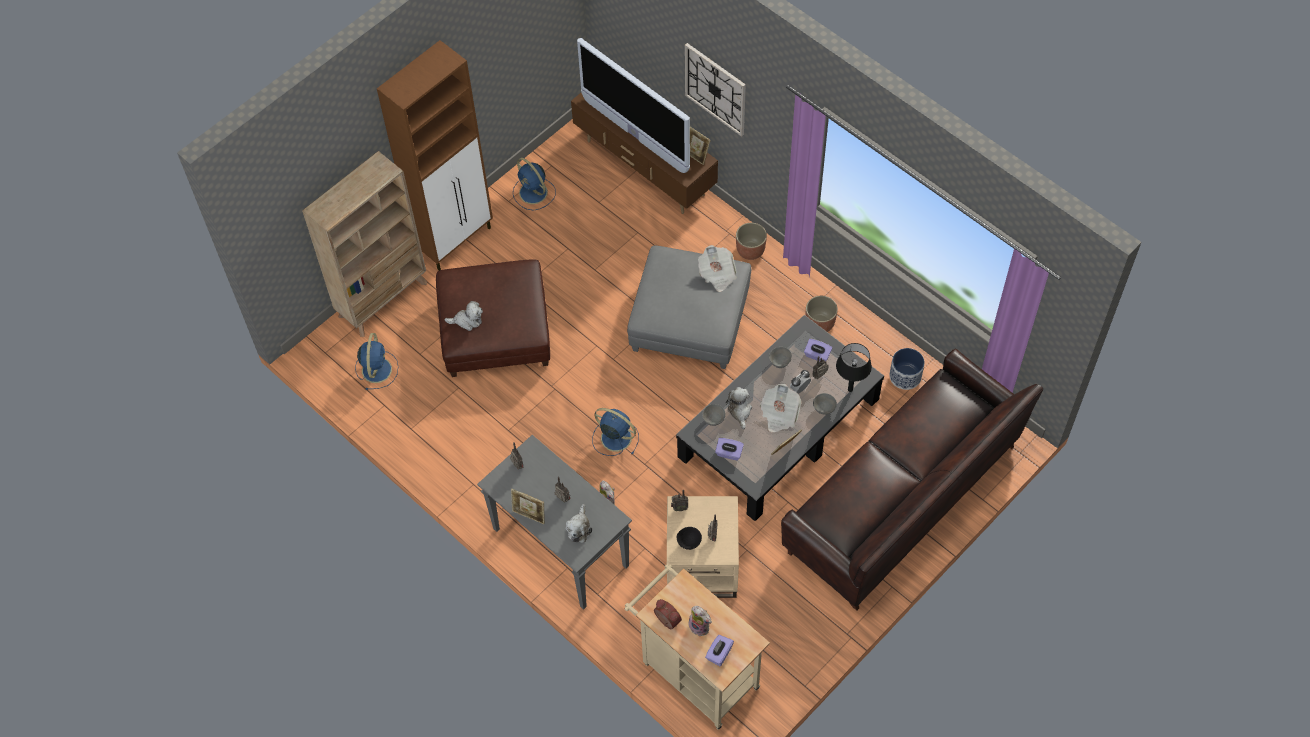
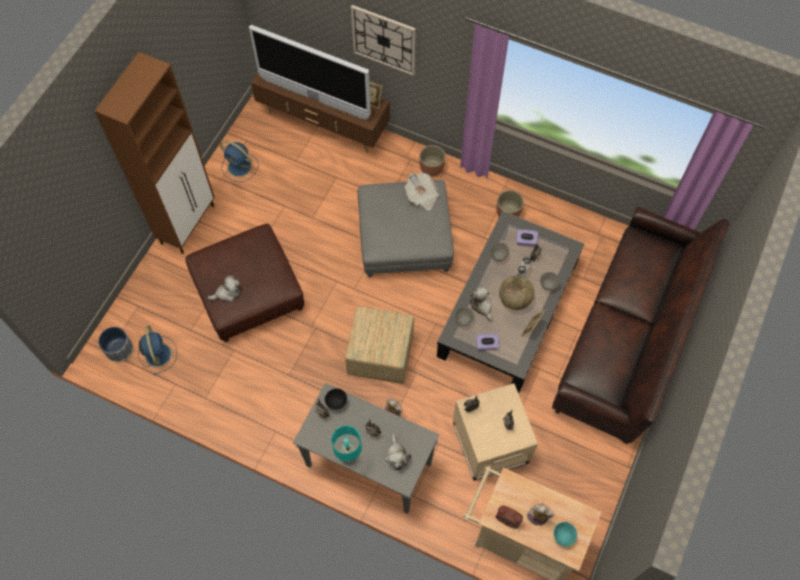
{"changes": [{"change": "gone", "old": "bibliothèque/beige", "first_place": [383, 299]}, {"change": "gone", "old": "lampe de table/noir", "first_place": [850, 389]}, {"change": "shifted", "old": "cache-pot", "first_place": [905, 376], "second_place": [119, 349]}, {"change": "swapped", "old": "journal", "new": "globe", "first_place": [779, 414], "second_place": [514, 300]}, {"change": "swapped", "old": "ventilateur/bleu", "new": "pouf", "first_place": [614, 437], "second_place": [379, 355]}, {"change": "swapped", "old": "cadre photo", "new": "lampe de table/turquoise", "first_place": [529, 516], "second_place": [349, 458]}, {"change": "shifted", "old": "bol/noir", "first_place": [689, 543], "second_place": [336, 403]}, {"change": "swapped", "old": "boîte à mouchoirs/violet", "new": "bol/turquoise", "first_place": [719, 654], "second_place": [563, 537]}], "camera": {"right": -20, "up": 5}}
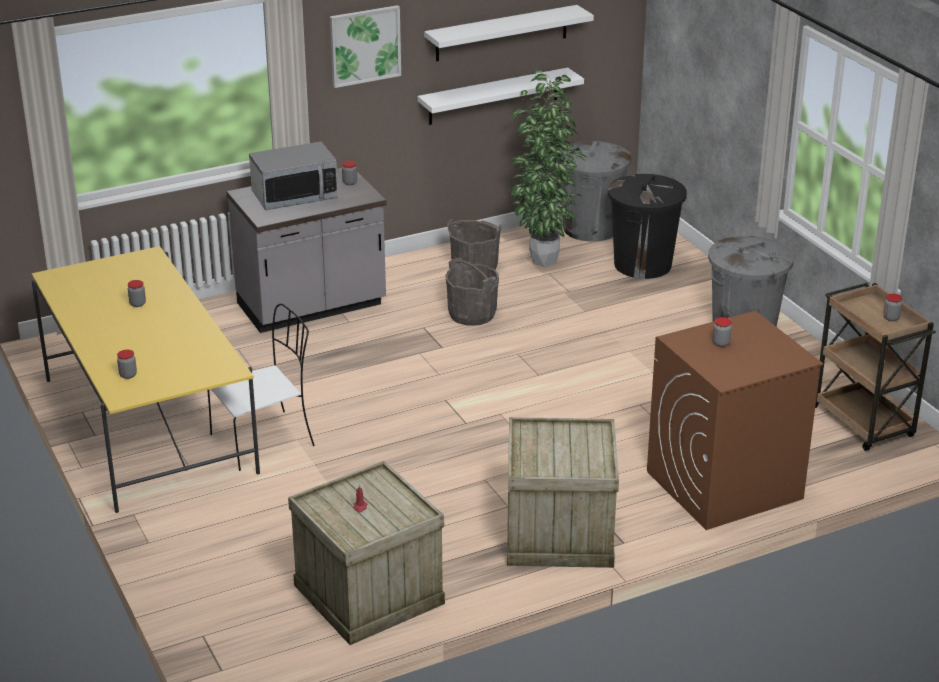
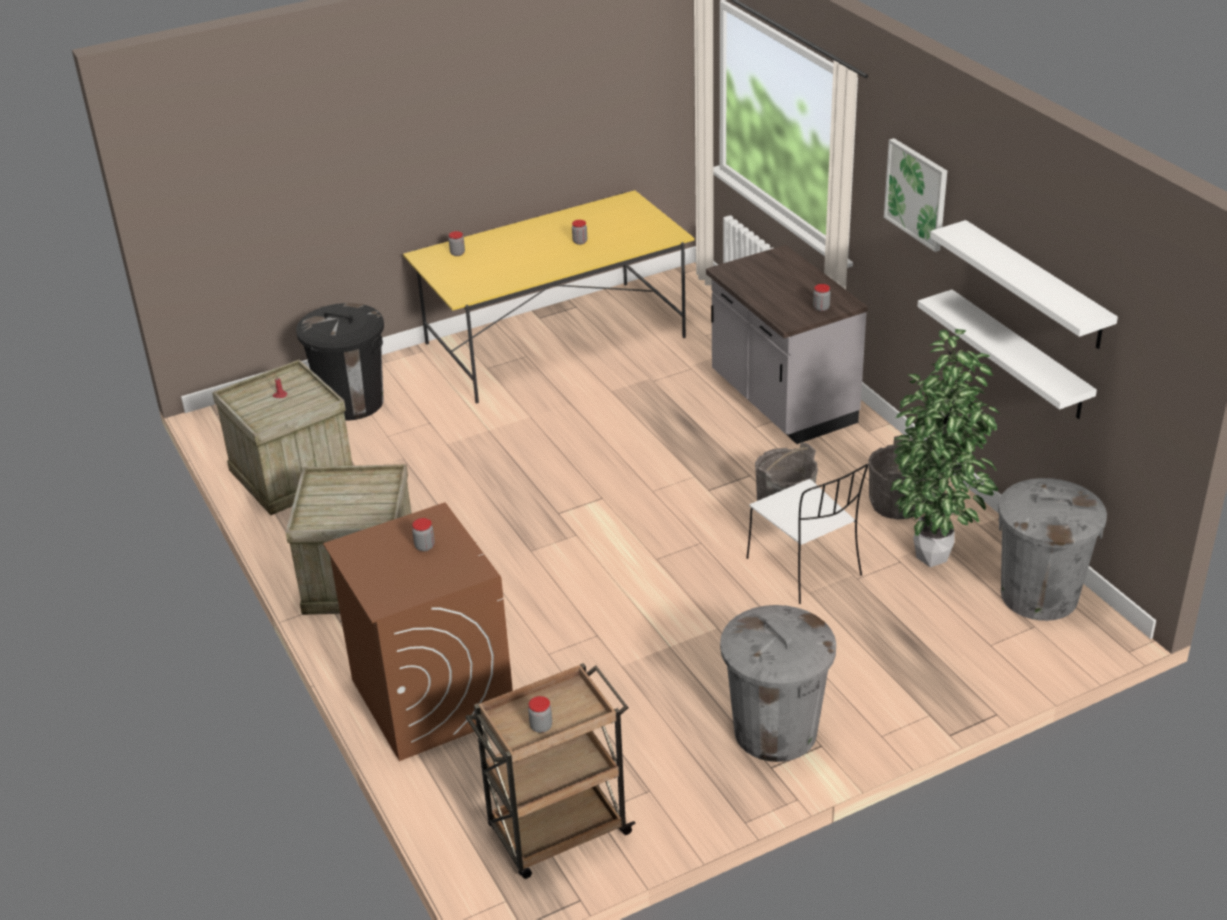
{"changes": [{"change": "gone", "old": "micro-ondes", "first_place": [294, 196]}, {"change": "shifted", "old": "poubelle/noir", "first_place": [643, 264], "second_place": [352, 403]}, {"change": "shifted", "old": "chaise/blanc", "first_place": [265, 440], "second_place": [806, 568]}], "camera": {"right": 90, "up": 5}}
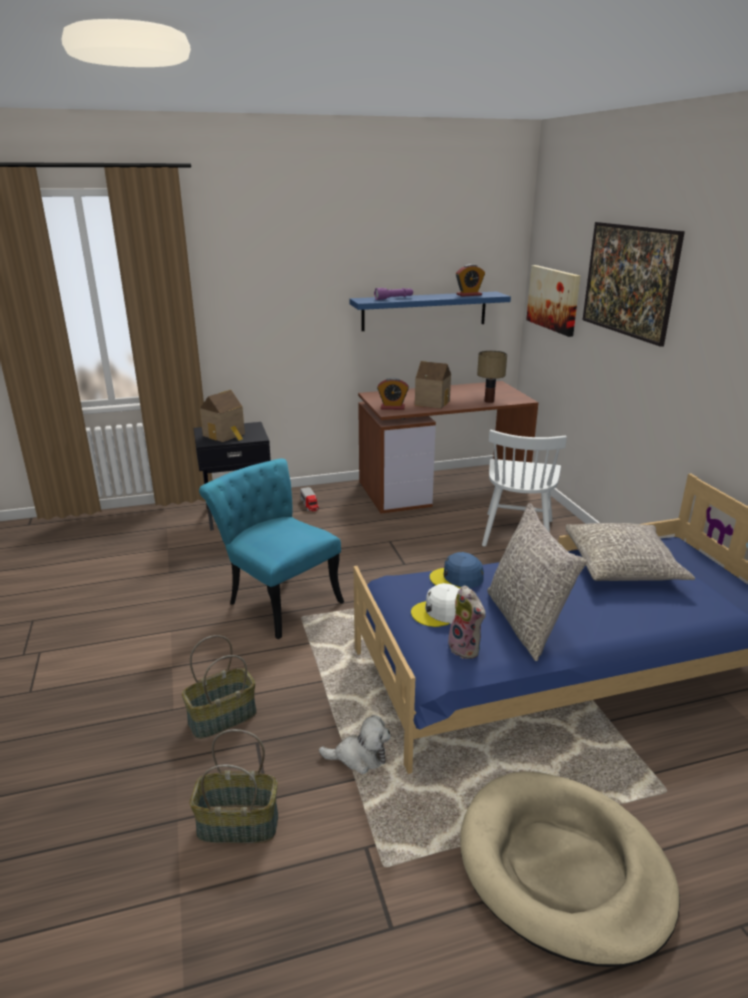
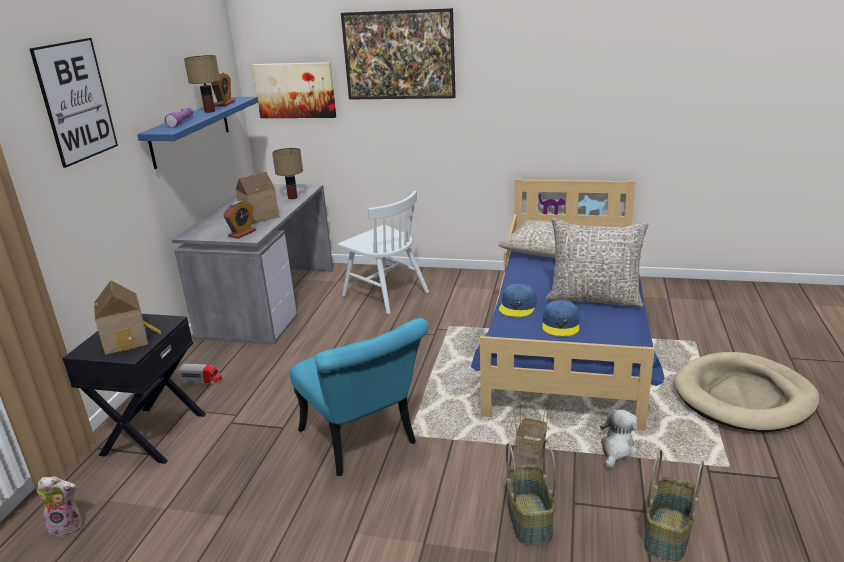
{"changes": [{"change": "repainted", "old": "bureau/marron", "new": "bureau/gris", "first_place": [442, 487], "second_place": [269, 301]}, {"change": "rotated", "old": "chaise/turquoise", "first_place": [277, 599], "second_place": [364, 443], "degrees": -105}, {"change": "repainted", "old": "casquette/blanc", "new": "casquette/bleu", "first_place": [440, 612], "second_place": [561, 324]}, {"change": "shifted", "old": "peluche", "first_place": [466, 648], "second_place": [68, 526]}, {"change": "new", "new": "tableau", "second_place": [76, 101]}, {"change": "new", "new": "lampe de table", "second_place": [209, 111]}, {"change": "new", "new": "panier", "second_place": [530, 446]}], "camera": {"right": -60, "up": 0}}
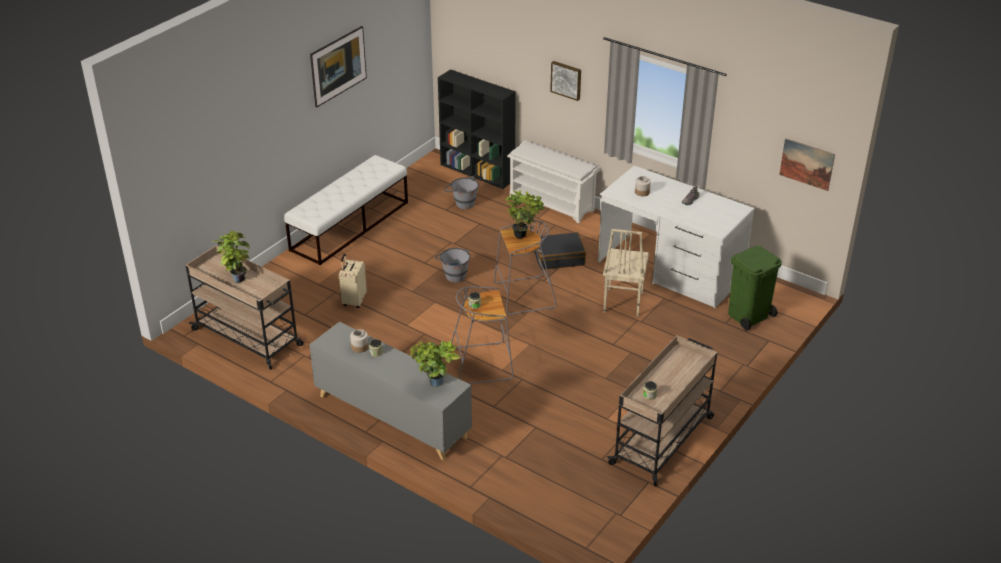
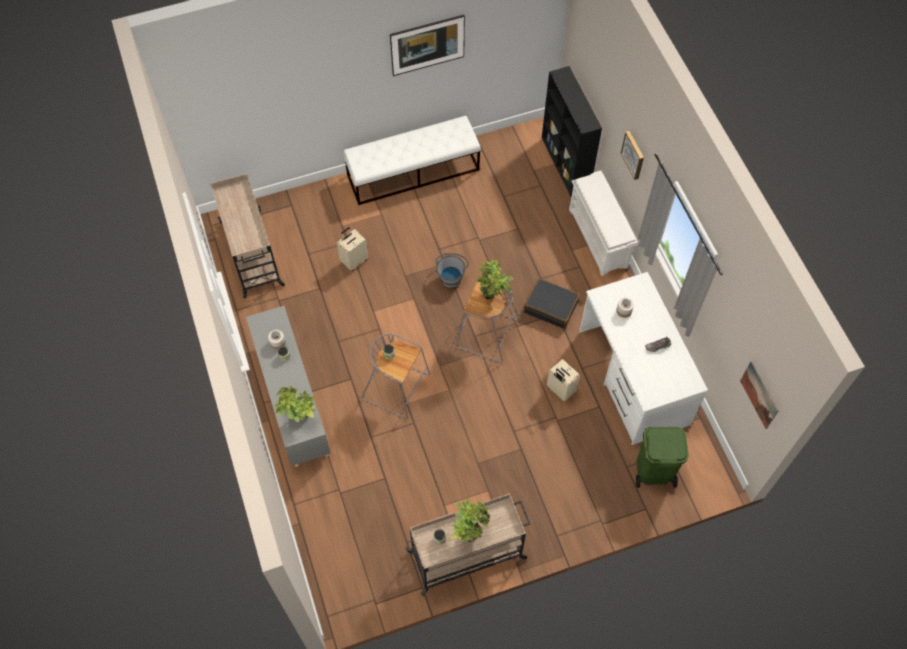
{"changes": [{"change": "gone", "old": "seau/gris", "first_place": [461, 203]}, {"change": "swapped", "old": "chaise/beige", "new": "valise/beige", "first_place": [622, 302], "second_place": [560, 390]}, {"change": "shifted", "old": "plante en pot", "first_place": [236, 278], "second_place": [469, 532]}], "camera": {"right": 35, "up": 25}}
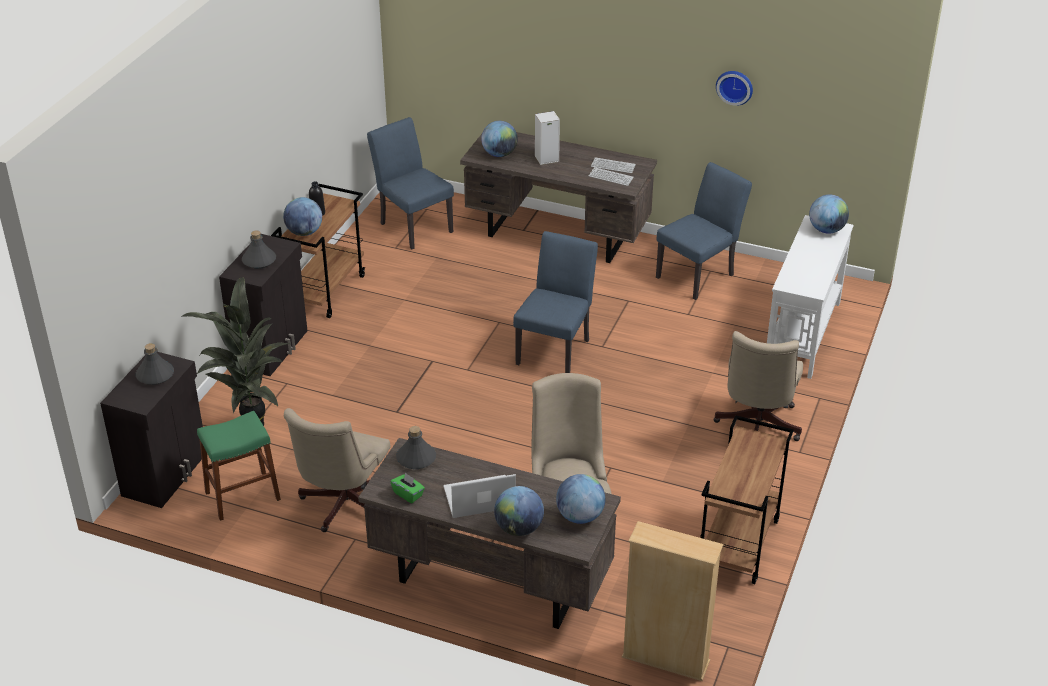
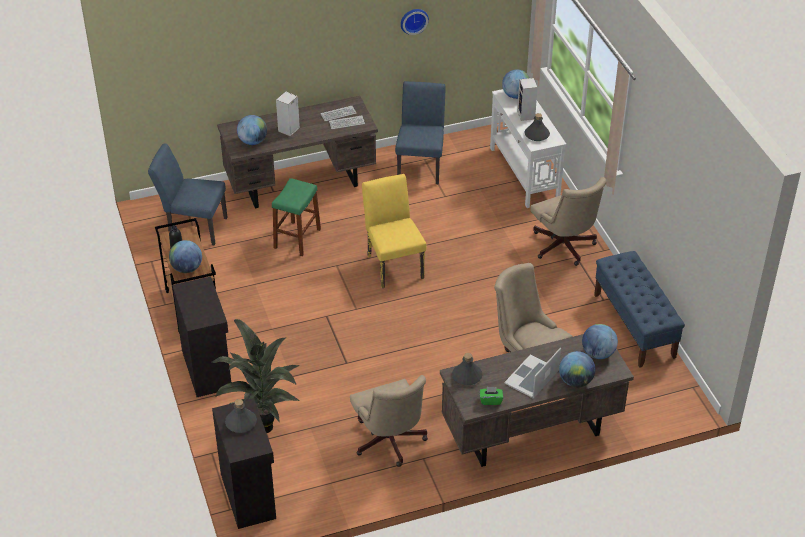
{"changes": [{"change": "shifted", "old": "bouteille/gris", "first_place": [259, 261], "second_place": [537, 135]}, {"change": "repainted", "old": "chaise/bleu", "new": "chaise/jaune", "first_place": [556, 348], "second_place": [393, 263]}, {"change": "shifted", "old": "tabouret/vert", "first_place": [242, 496], "second_place": [297, 238]}, {"change": "swapped", "old": "chariot/marron", "new": "banc/bleu", "first_place": [738, 545], "second_place": [634, 326]}, {"change": "gone", "old": "bibliothèque/beige", "first_place": [665, 659]}, {"change": "new", "new": "enceinte", "second_place": [526, 115]}], "camera": {"right": -40, "up": 5}}
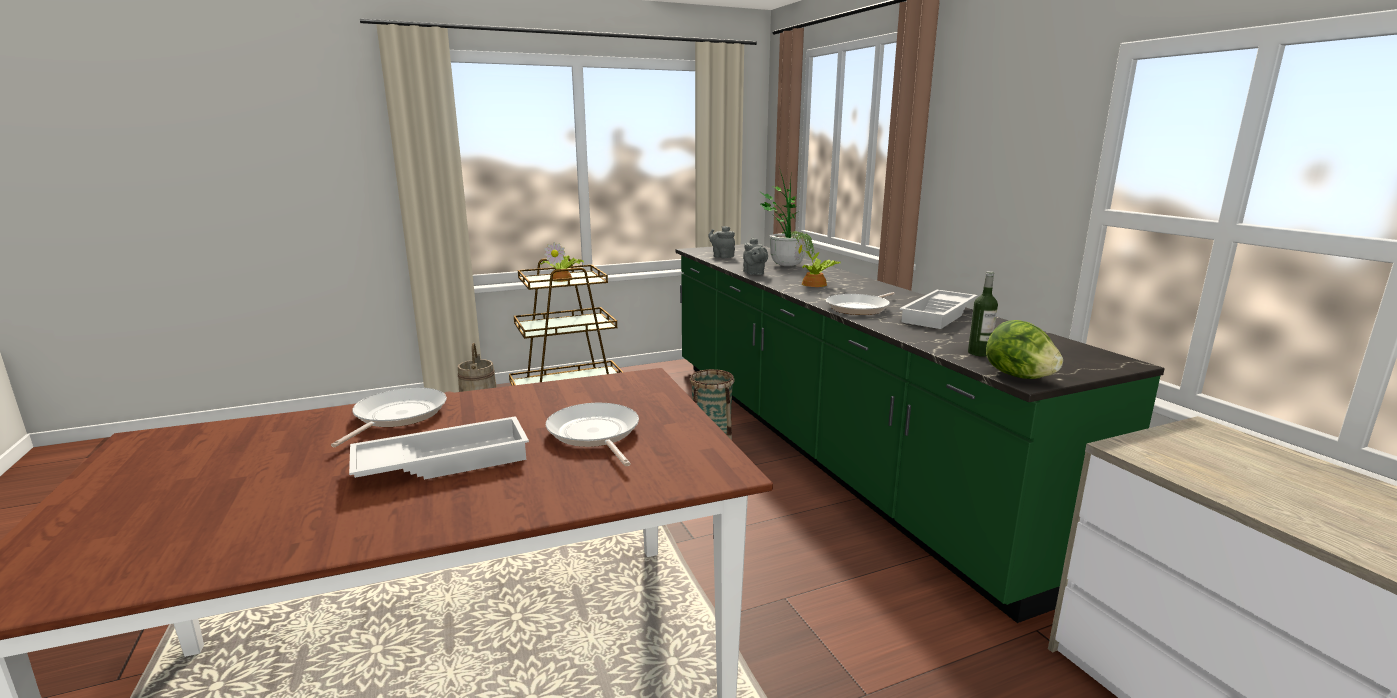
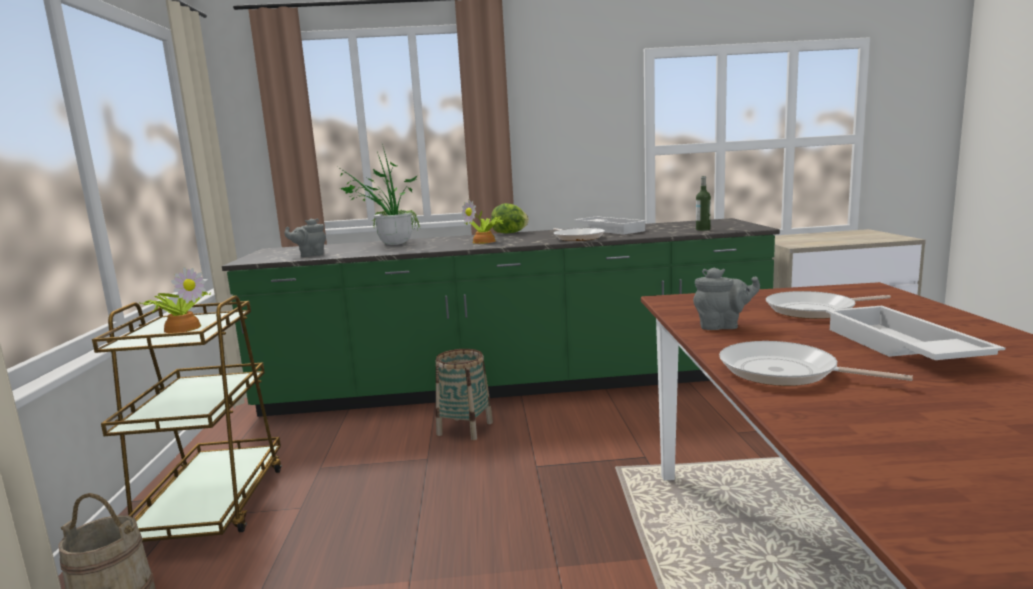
{"changes": [{"change": "shifted", "old": "théière/gris", "first_place": [754, 273], "second_place": [722, 326]}, {"change": "shifted", "old": "laitue", "first_place": [1018, 376], "second_place": [510, 233]}], "camera": {"right": -70, "up": -5}}
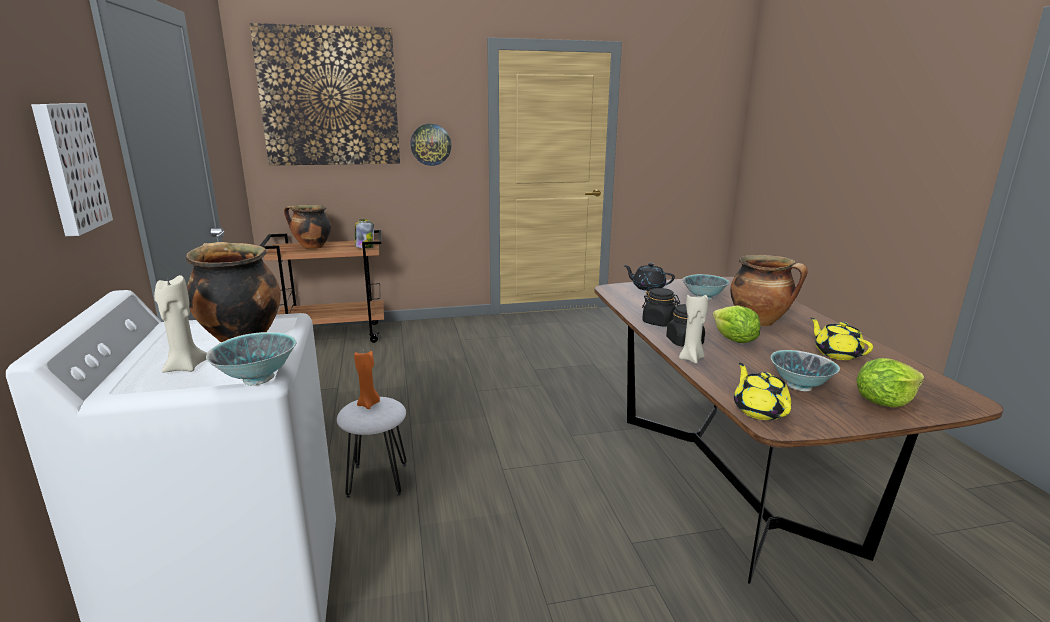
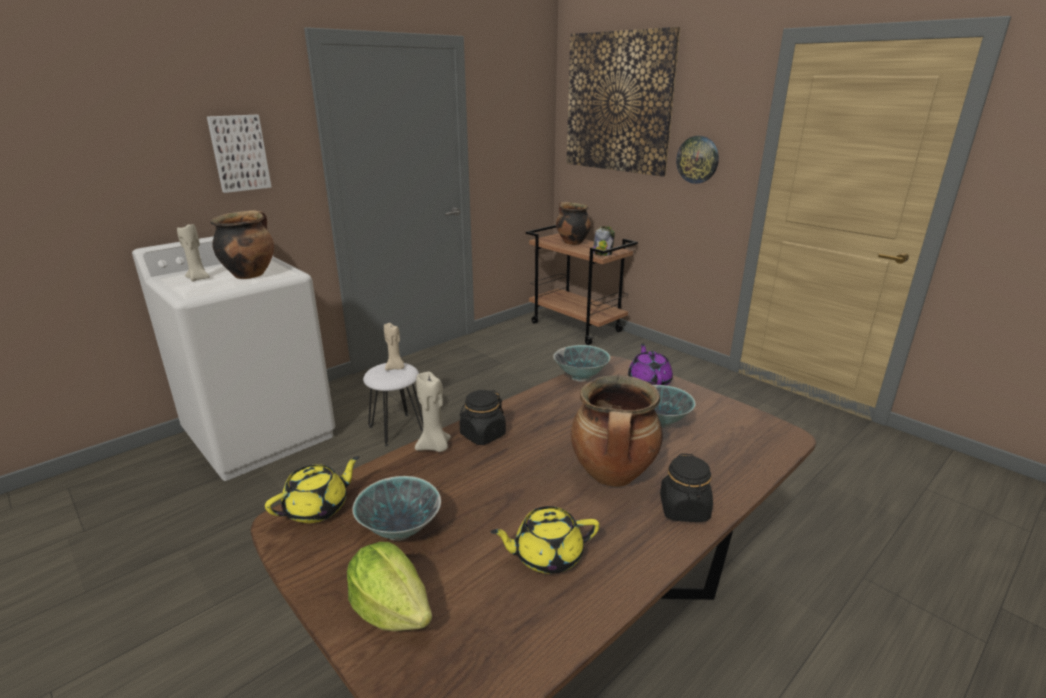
{"changes": [{"change": "repainted", "old": "théière/noir", "new": "théière/violet", "first_place": [648, 287], "second_place": [649, 382]}, {"change": "shifted", "old": "bocal/noir", "first_place": [659, 322], "second_place": [684, 509]}, {"change": "gone", "old": "laitue", "first_place": [733, 340]}, {"change": "rotated", "old": "théière/jaune", "first_place": [836, 353], "second_place": [546, 555], "degrees": -135}, {"change": "shifted", "old": "bol", "first_place": [258, 379], "second_place": [581, 377]}, {"change": "repainted", "old": "bougie/orange", "new": "bougie/beige", "first_place": [369, 404], "second_place": [395, 368]}], "camera": {"right": 60, "up": 5}}
